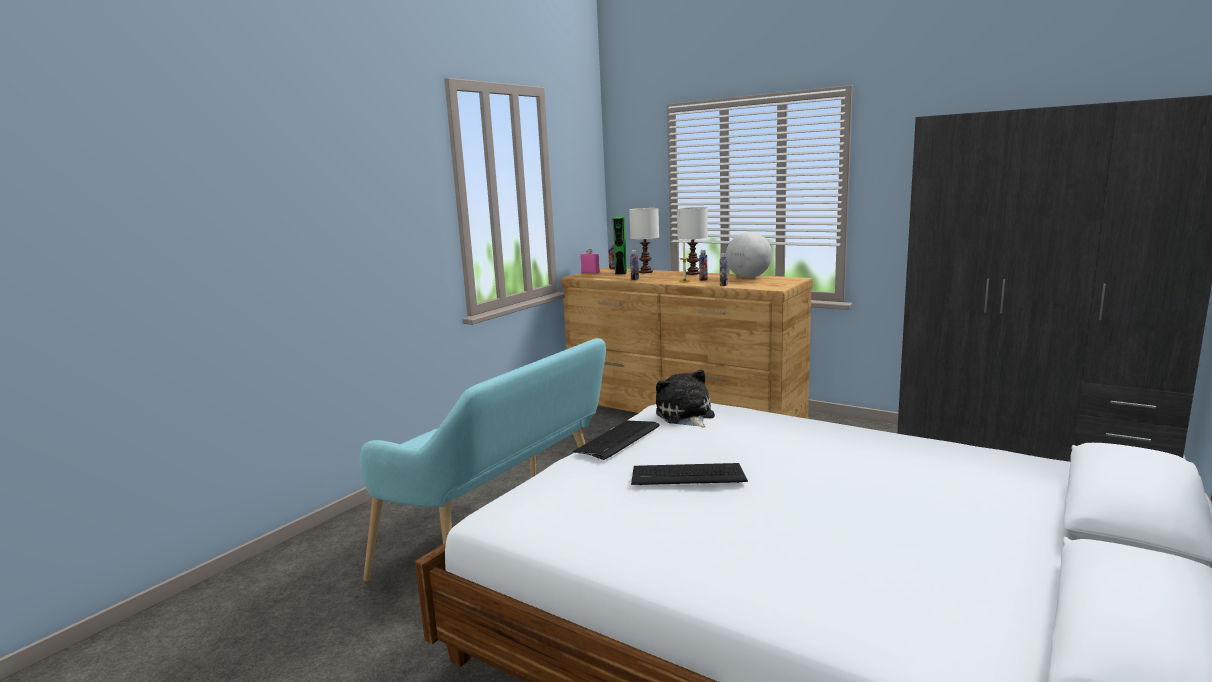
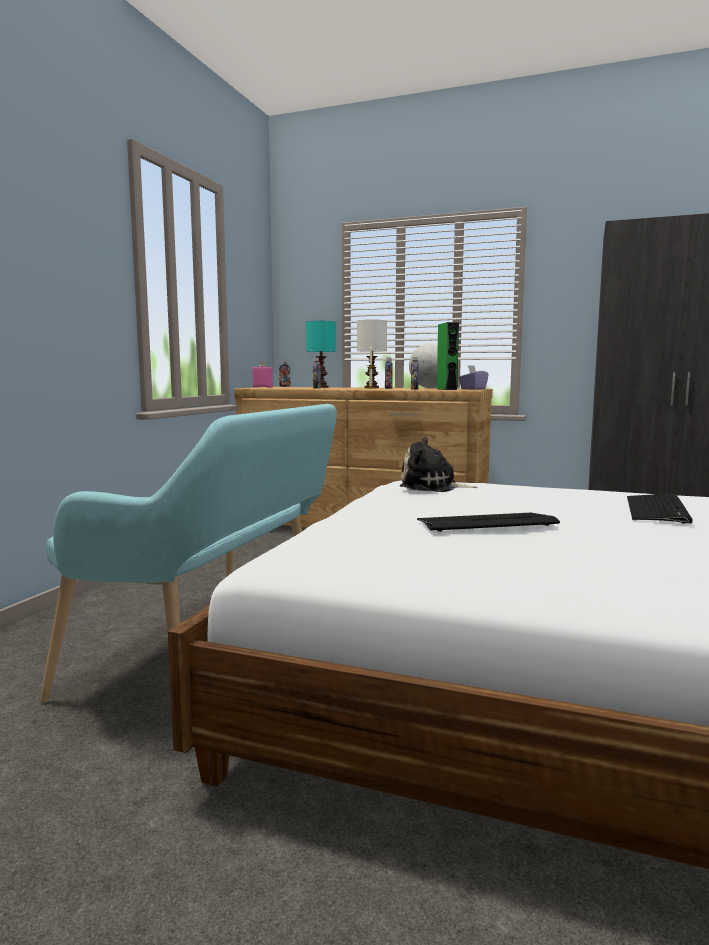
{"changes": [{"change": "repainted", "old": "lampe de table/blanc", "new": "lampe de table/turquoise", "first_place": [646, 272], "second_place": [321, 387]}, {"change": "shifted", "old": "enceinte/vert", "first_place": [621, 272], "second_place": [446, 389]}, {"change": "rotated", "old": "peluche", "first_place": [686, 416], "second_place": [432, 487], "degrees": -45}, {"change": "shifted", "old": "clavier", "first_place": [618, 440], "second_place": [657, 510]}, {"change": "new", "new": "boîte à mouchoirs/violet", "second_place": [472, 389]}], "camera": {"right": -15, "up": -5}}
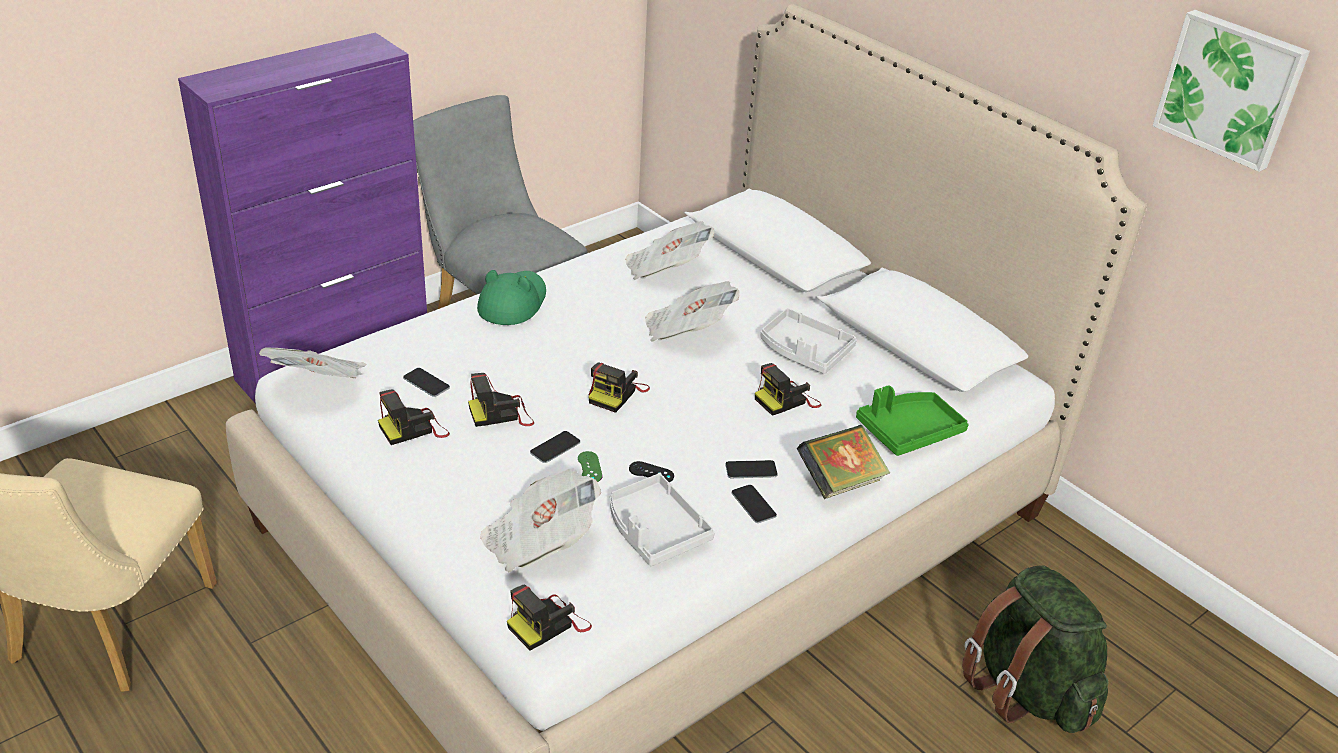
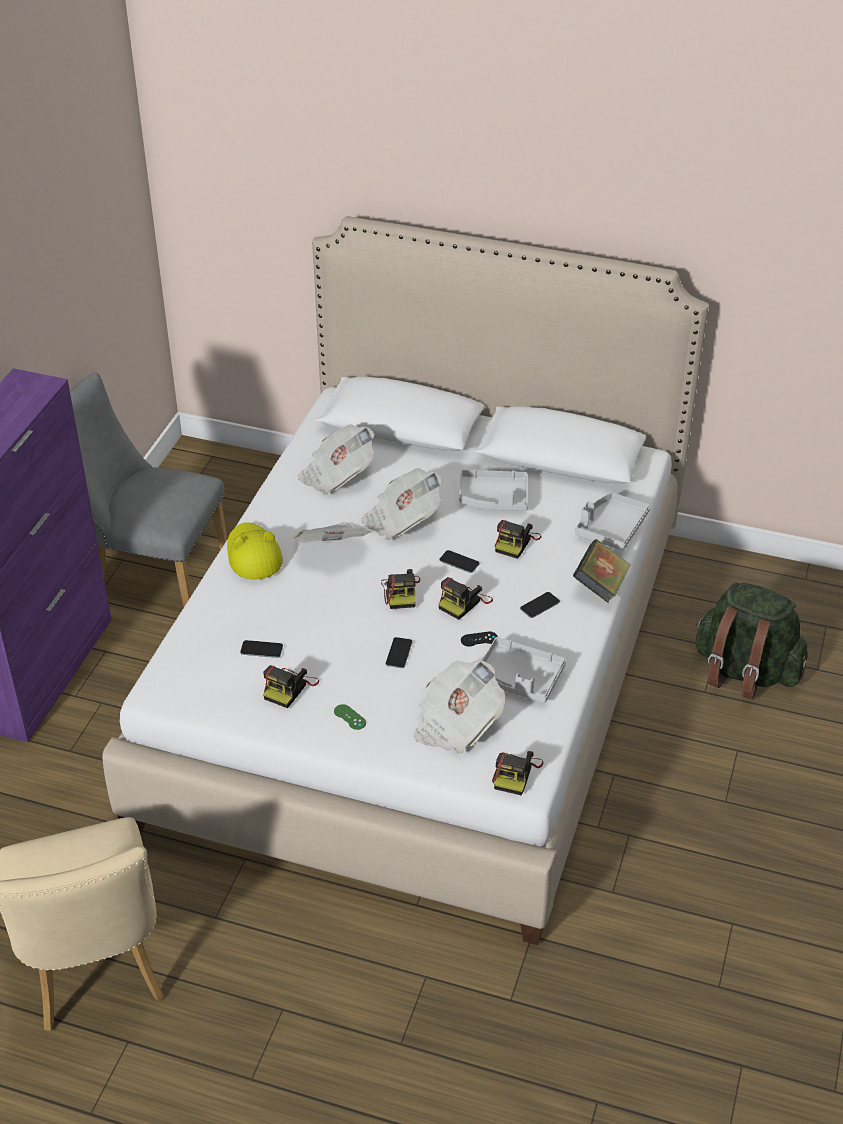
{"changes": [{"change": "gone", "old": "tableau", "first_place": [1230, 88]}, {"change": "repainted", "old": "chapeau/vert", "new": "chapeau/jaune", "first_place": [512, 302], "second_place": [253, 555]}, {"change": "shifted", "old": "journal", "first_place": [320, 384], "second_place": [333, 549]}, {"change": "shifted", "old": "appareil photo", "first_place": [502, 414], "second_place": [464, 602]}, {"change": "repainted", "old": "plateau/vert", "new": "plateau/gris", "first_place": [908, 431], "second_place": [611, 528]}, {"change": "shifted", "old": "manette/vert", "first_place": [589, 467], "second_place": [350, 717]}, {"change": "shifted", "old": "téléphone", "first_place": [753, 504], "second_place": [459, 562]}], "camera": {"right": -30, "up": 5}}
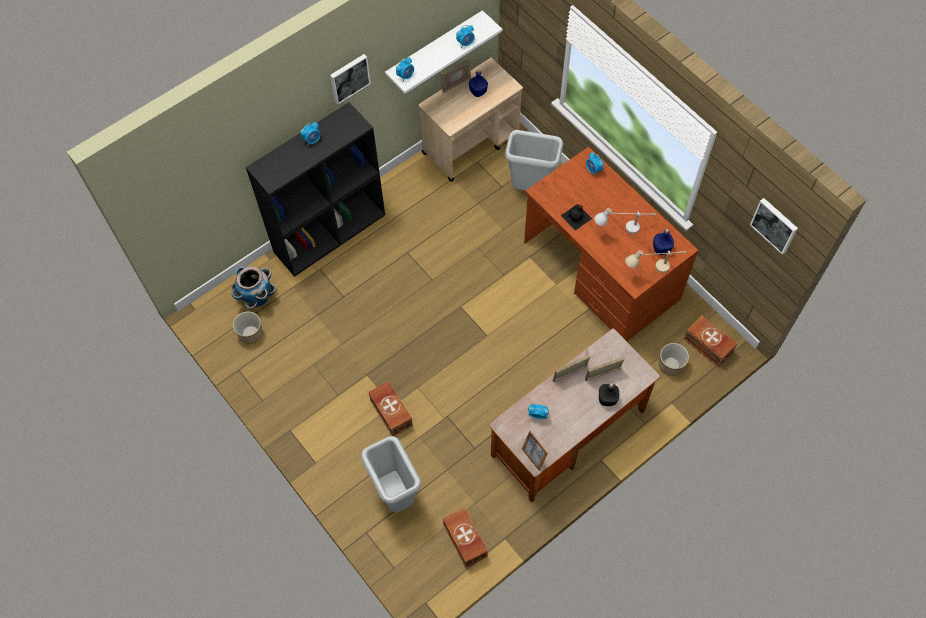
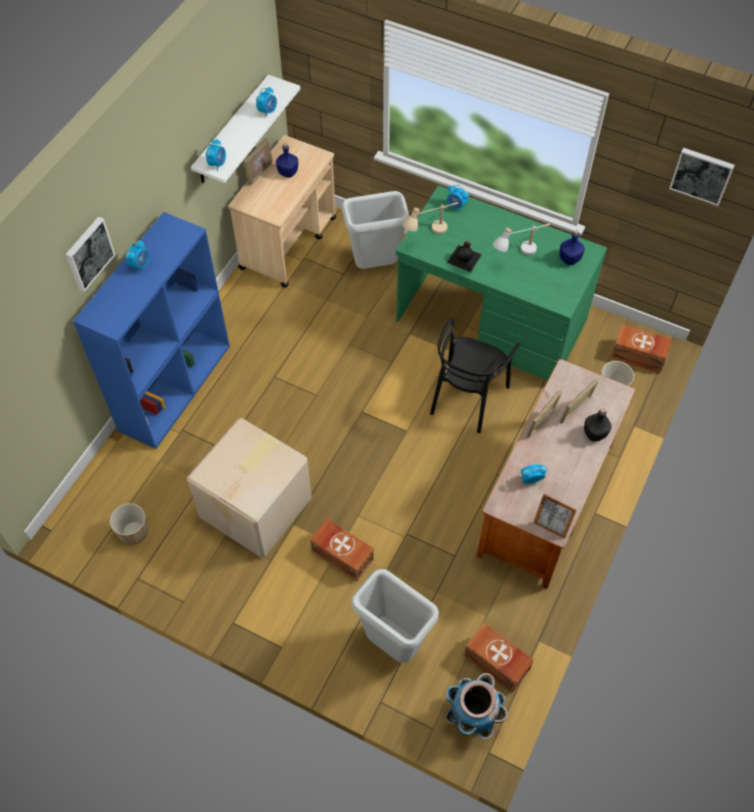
{"changes": [{"change": "shifted", "old": "tableau", "first_place": [349, 77], "second_place": [88, 253]}, {"change": "repainted", "old": "bibliothèque/noir", "new": "bibliothèque/bleu", "first_place": [330, 232], "second_place": [175, 386]}, {"change": "repainted", "old": "bureau/marron", "new": "bureau/vert", "first_place": [600, 271], "second_place": [491, 322]}, {"change": "shifted", "old": "lampe de table/beige", "first_place": [652, 269], "second_place": [430, 234]}, {"change": "shifted", "old": "cache-pot", "first_place": [257, 298], "second_place": [473, 717]}, {"change": "new", "new": "chaise/noir", "second_place": [467, 398]}, {"change": "new", "new": "carton", "second_place": [257, 507]}], "camera": {"right": -25, "up": -5}}
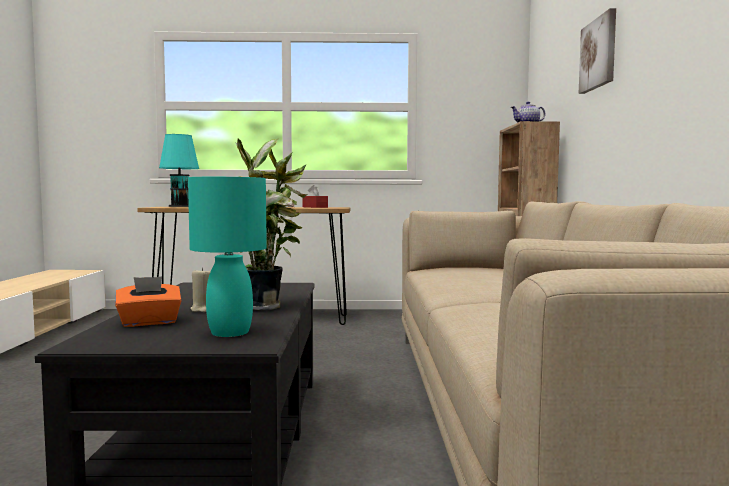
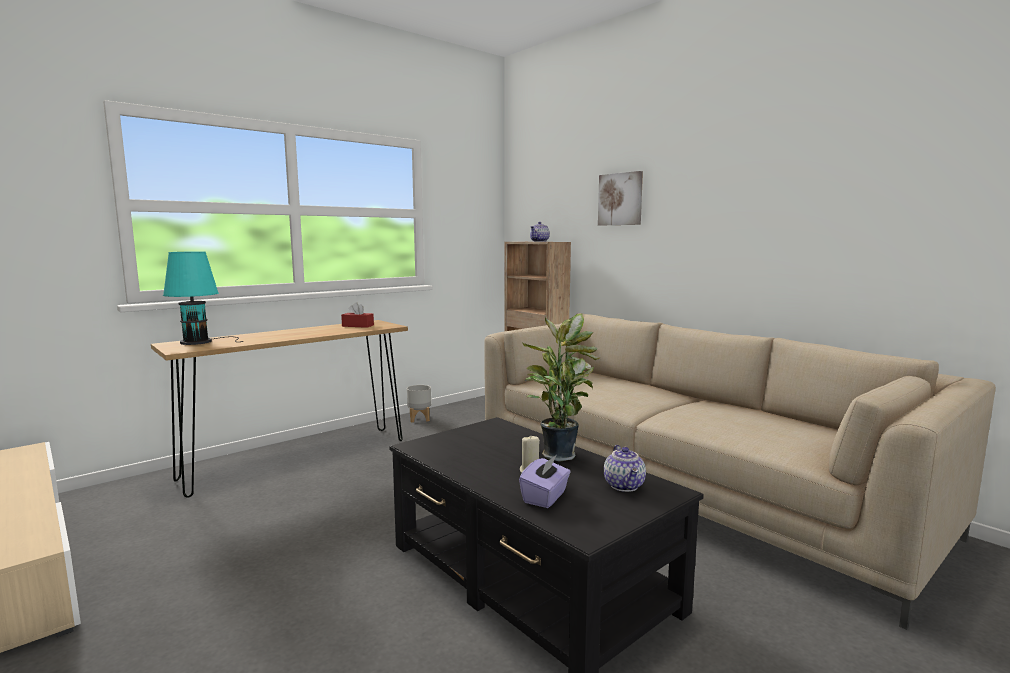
{"changes": [{"change": "swapped", "old": "lampe de table/turquoise", "new": "théière", "first_place": [231, 332], "second_place": [625, 486]}, {"change": "repainted", "old": "boîte à mouchoirs/orange", "new": "boîte à mouchoirs/violet", "first_place": [149, 322], "second_place": [545, 497]}, {"change": "new", "new": "cache-pot/gris", "second_place": [419, 419]}], "camera": {"right": -40, "up": 5}}
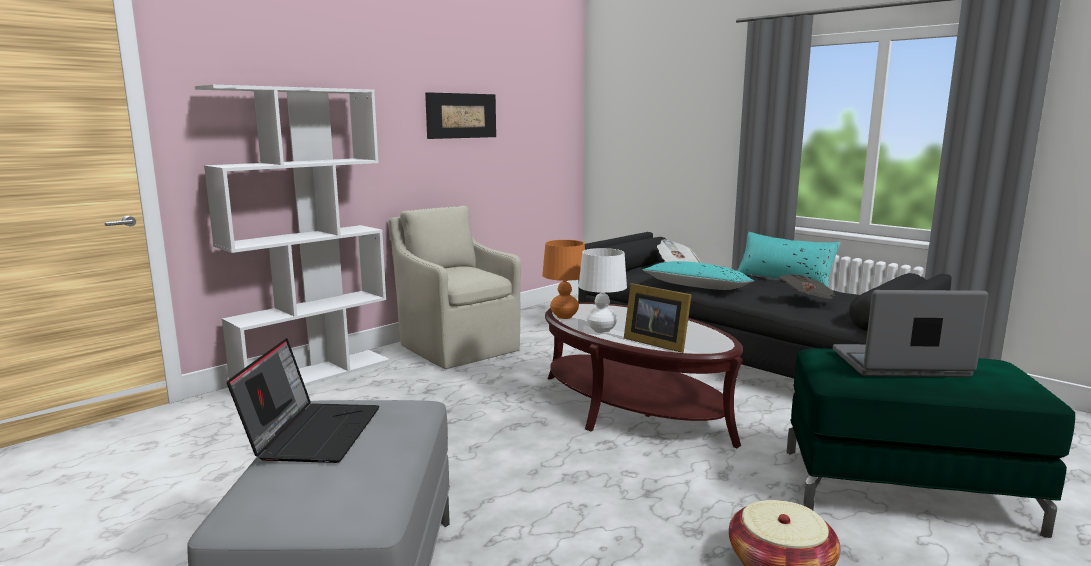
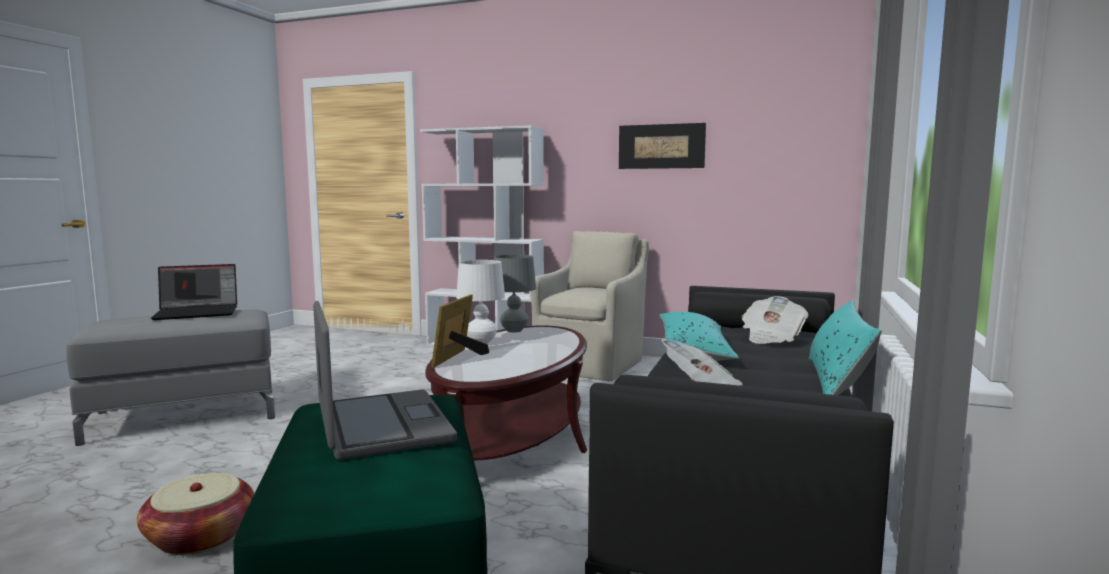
{"changes": [{"change": "repainted", "old": "lampe de table/orange", "new": "lampe de table/gris", "first_place": [564, 316], "second_place": [514, 330]}], "camera": {"right": 65, "up": -5}}
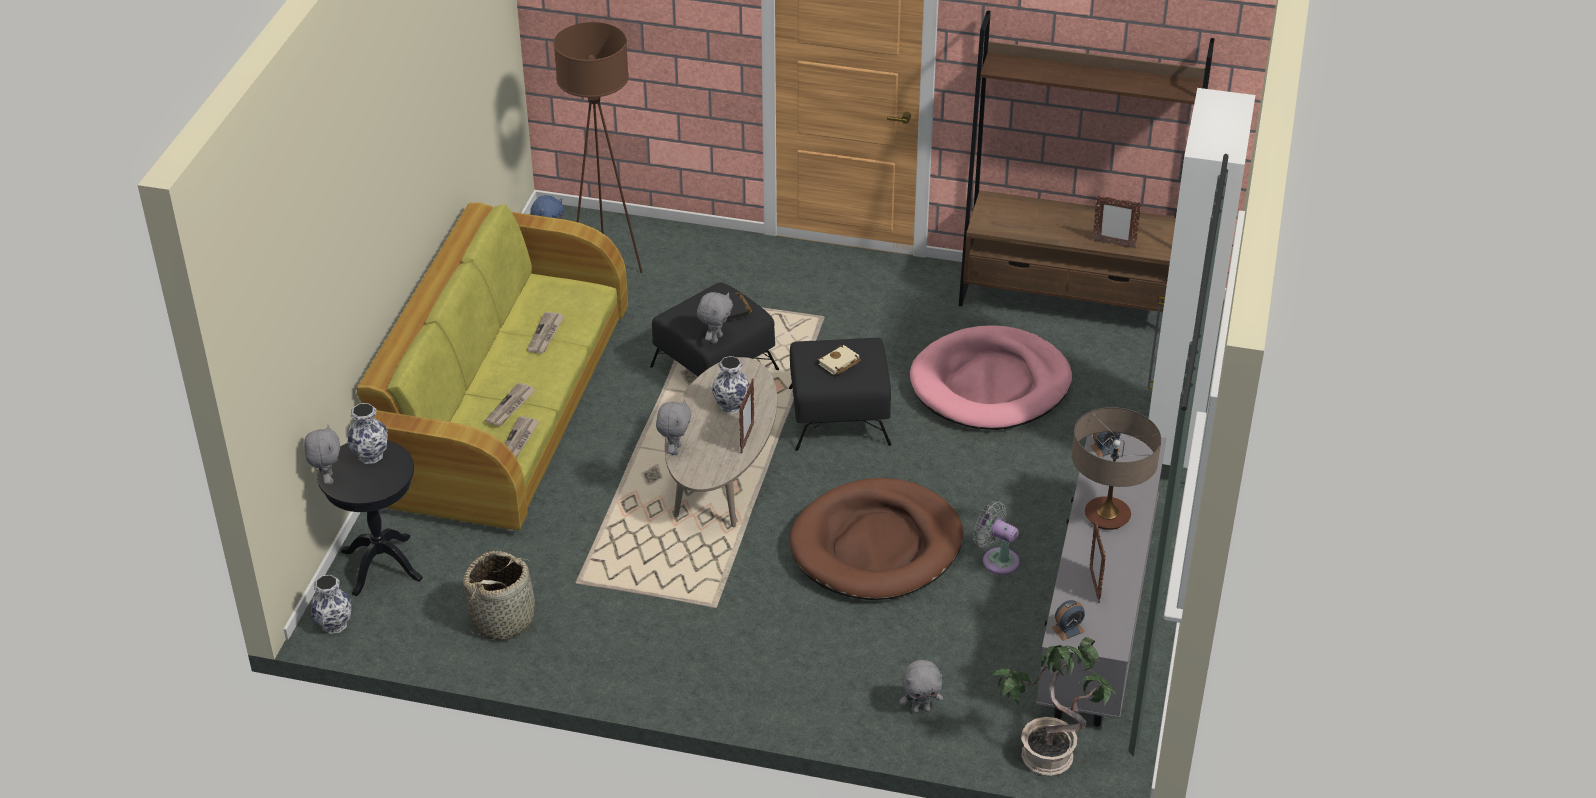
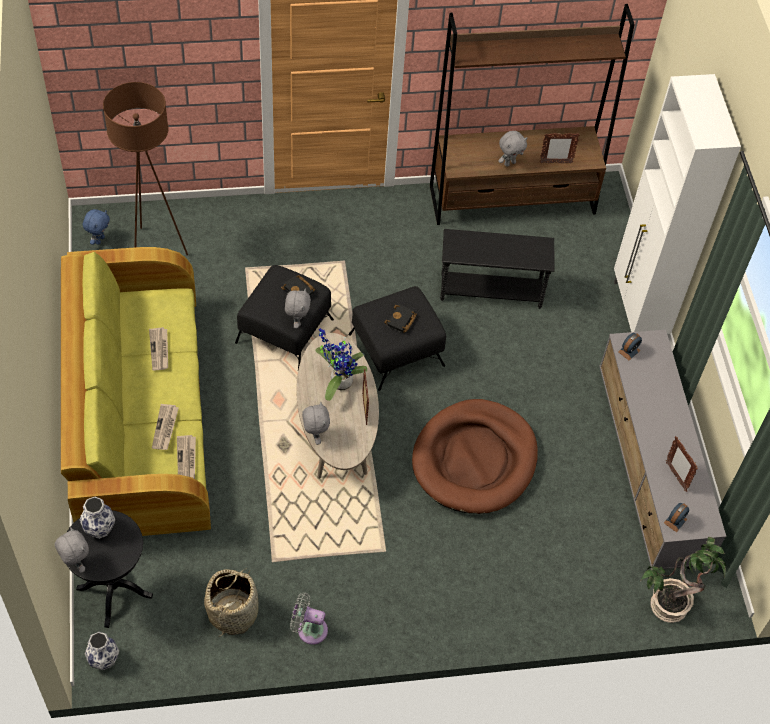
{"changes": [{"change": "swapped", "old": "panier pour chien/rose", "new": "table d'appoint/noir", "first_place": [990, 384], "second_place": [490, 291]}, {"change": "repainted", "old": "livre/beige", "new": "livre/noir", "first_place": [839, 364], "second_place": [401, 321]}, {"change": "swapped", "old": "vase", "new": "plante en pot", "first_place": [731, 405], "second_place": [338, 381]}, {"change": "gone", "old": "lampe de table", "first_place": [1107, 516]}, {"change": "shifted", "old": "ventilateur/gris", "first_place": [997, 559], "second_place": [309, 629]}, {"change": "shifted", "old": "peluche/gris", "first_place": [921, 709], "second_place": [509, 163]}], "camera": {"right": -25, "up": 15}}
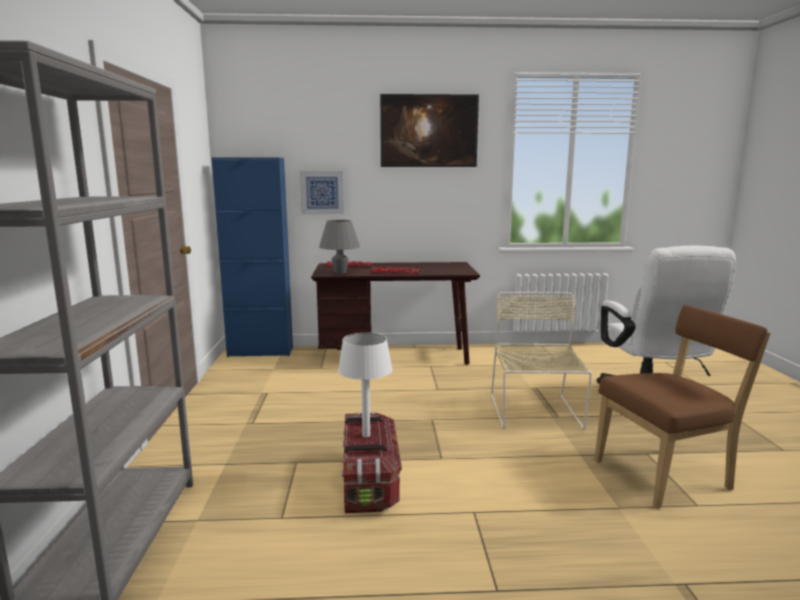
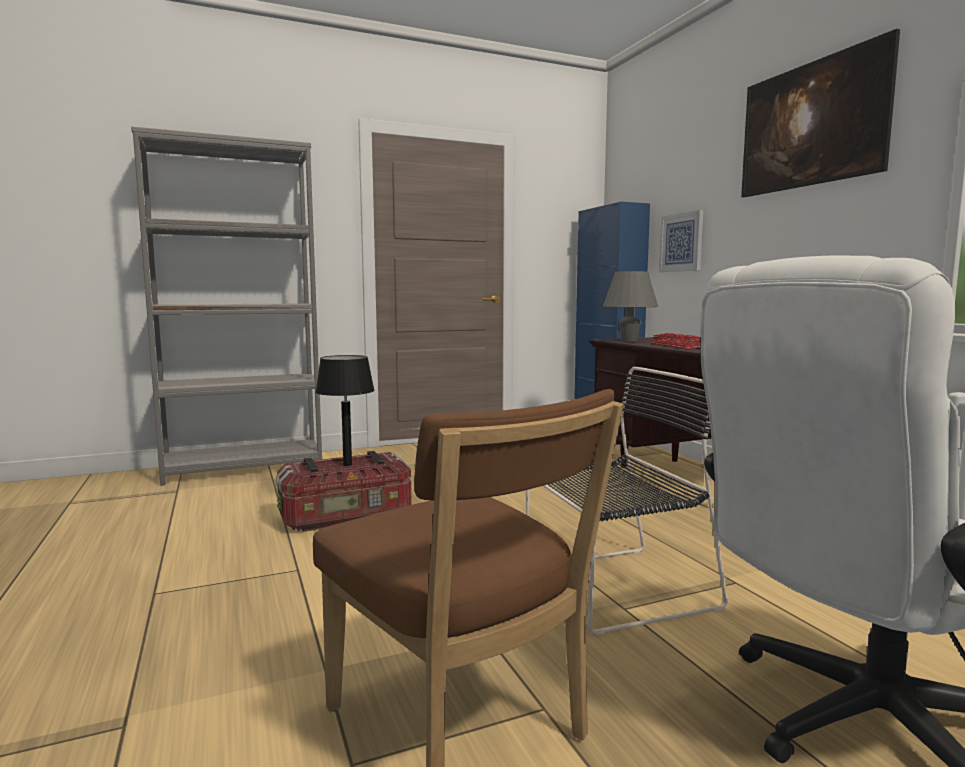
{"changes": [{"change": "repainted", "old": "chaise/beige", "new": "chaise/noir", "first_place": [535, 413], "second_place": [613, 588]}, {"change": "repainted", "old": "lampe de table/blanc", "new": "lampe de table/noir", "first_place": [366, 435], "second_place": [347, 464]}], "camera": {"right": 70, "up": -5}}
